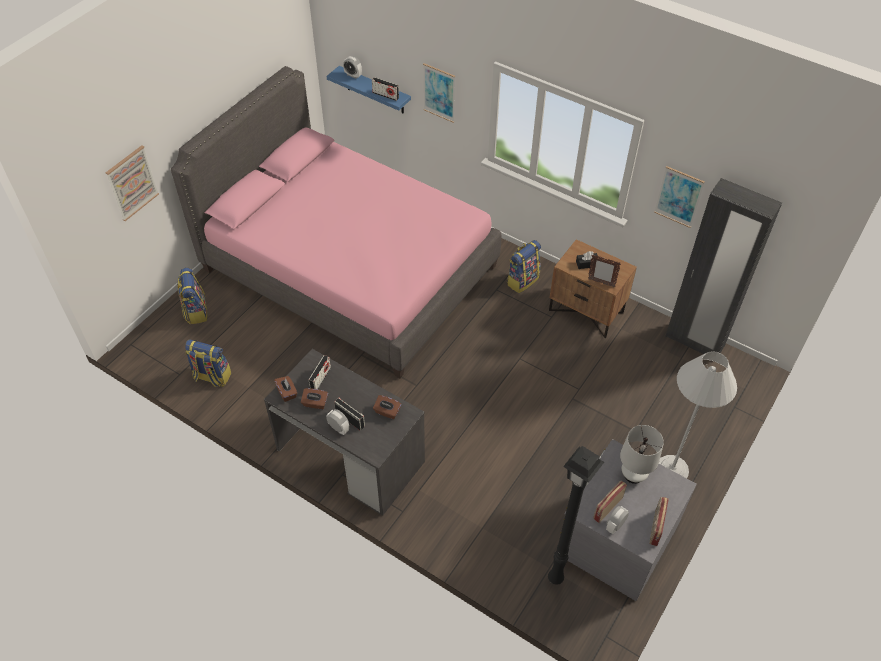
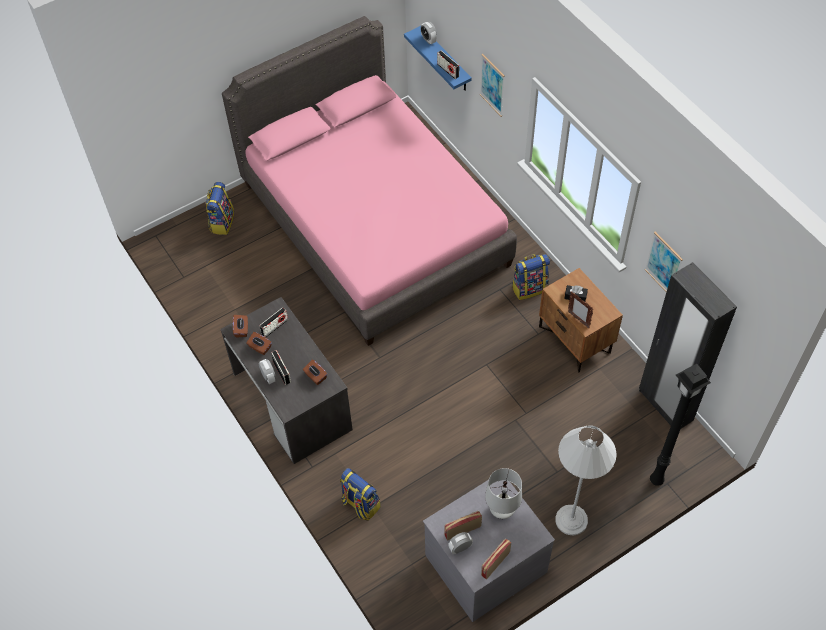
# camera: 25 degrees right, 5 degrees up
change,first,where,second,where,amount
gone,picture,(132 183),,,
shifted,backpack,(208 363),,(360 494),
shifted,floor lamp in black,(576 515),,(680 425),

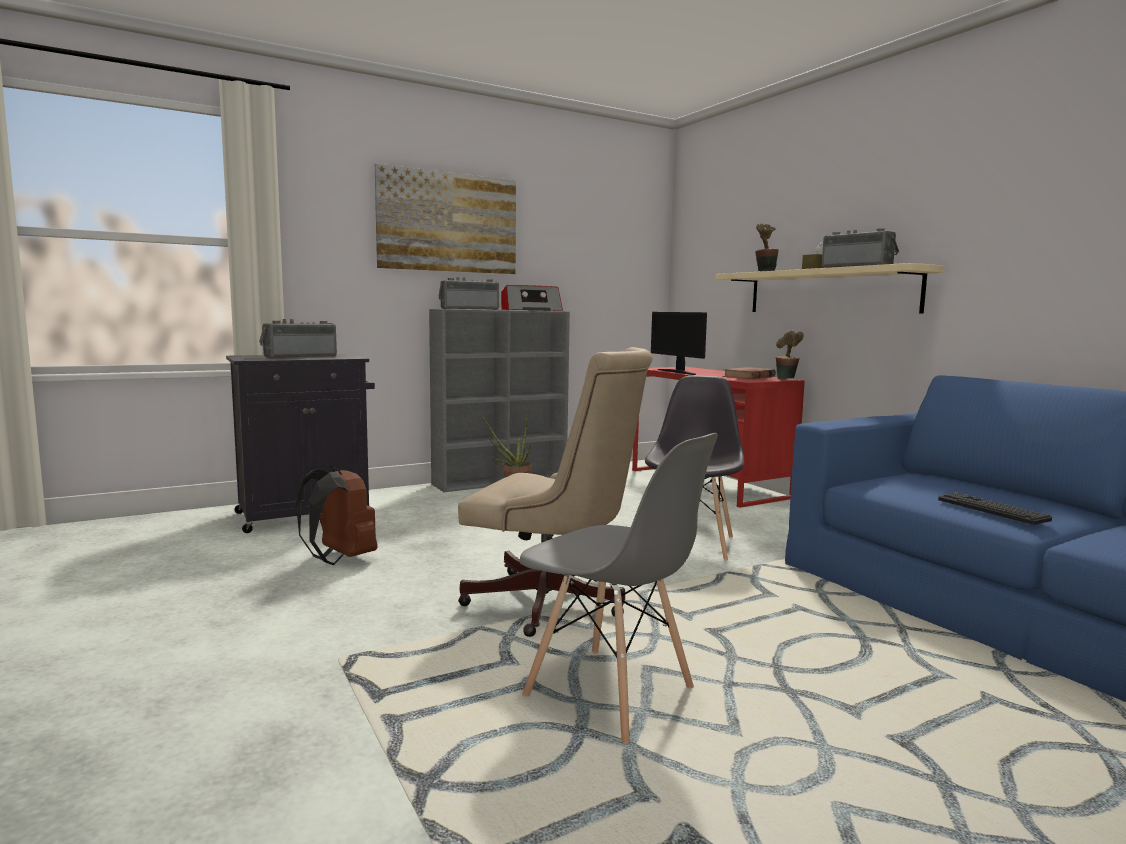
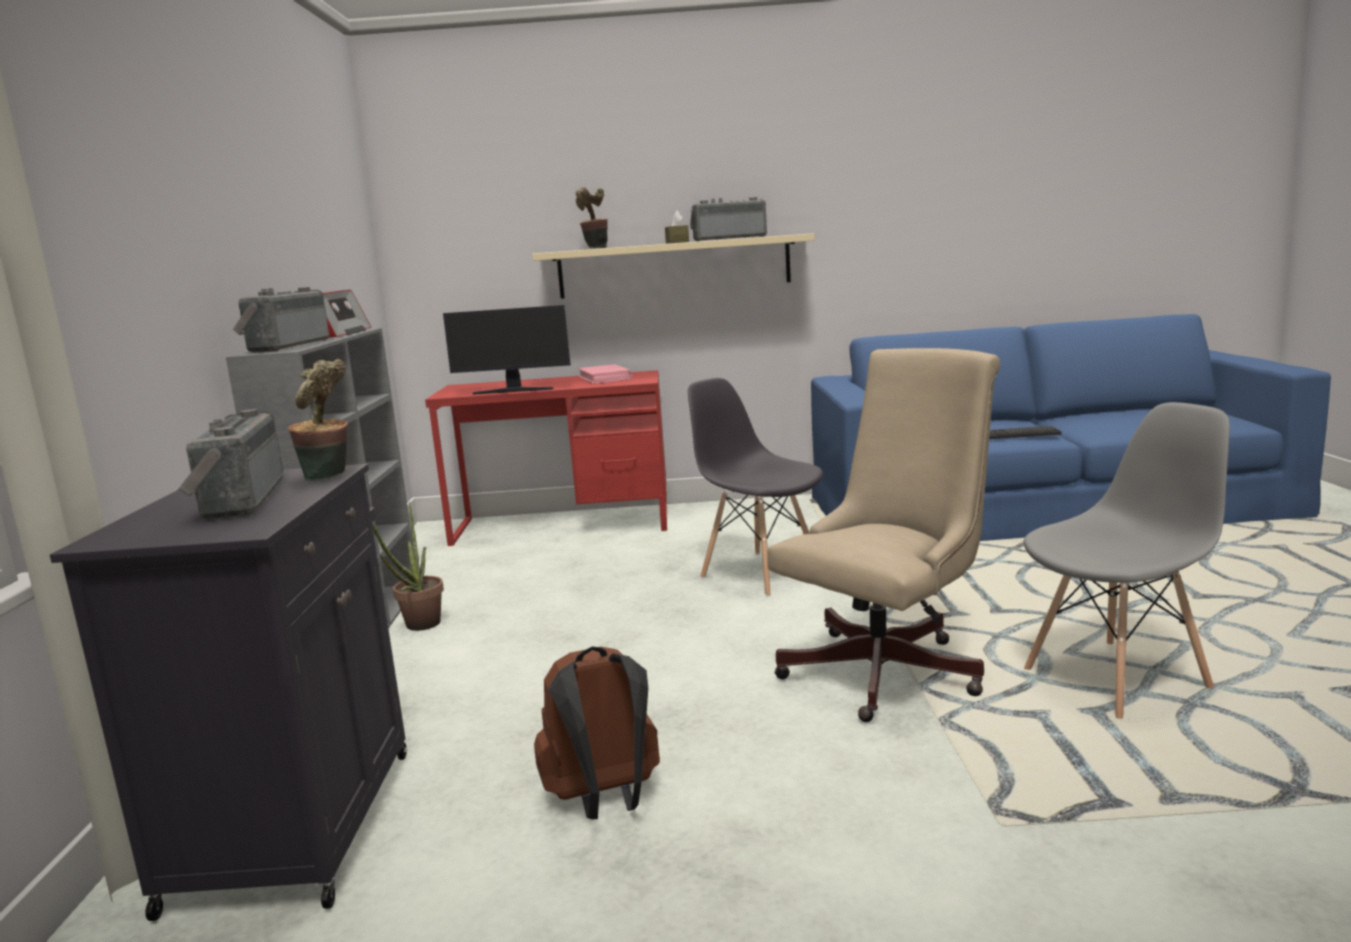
# camera: 60 degrees left, 5 degrees up
change,first,where,second,where,amount
gone,picture,(445 219),,,
shifted,potted plant,(790 355),,(318 420),
repainted,book in brown,(749 373),book in pink,(605 374),

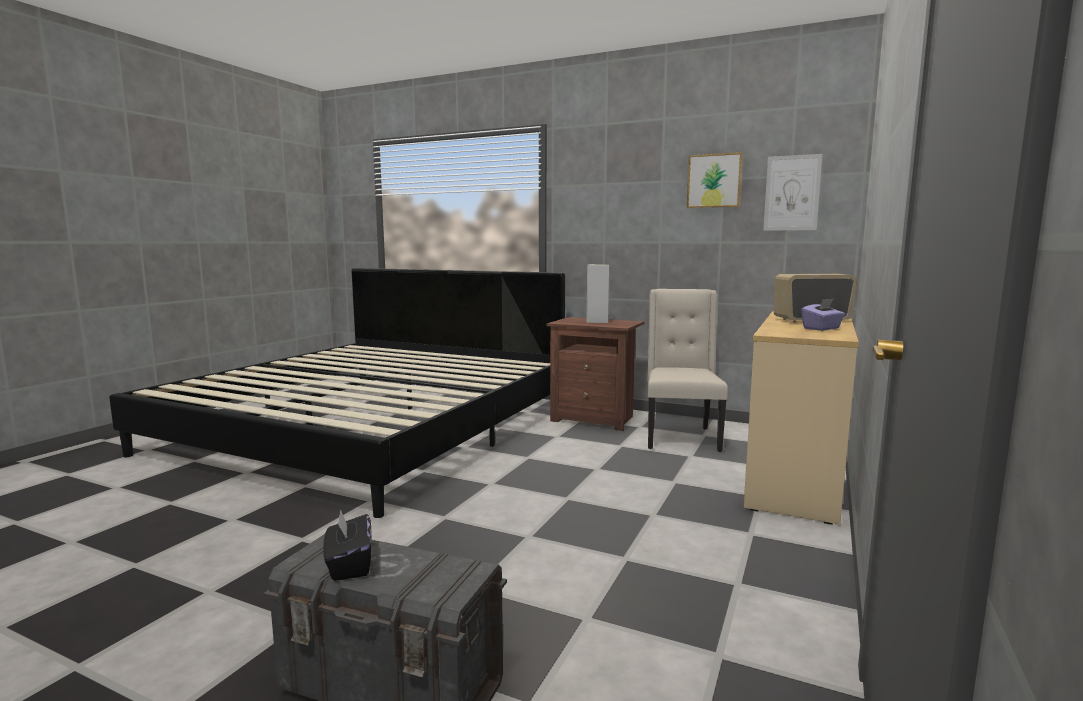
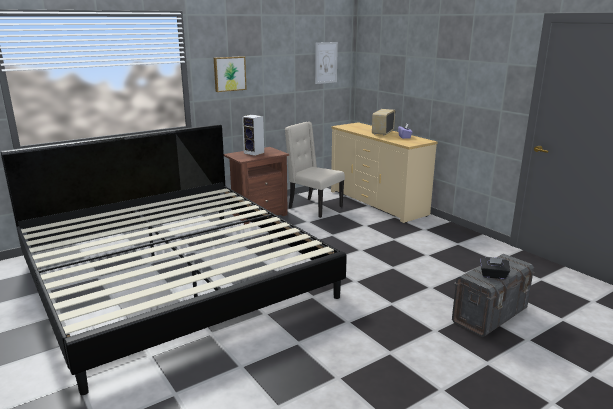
# camera: 60 degrees left, 10 degrees up
change,first,where,second,where,amount
shifted,picture,(715 180),,(230 74),

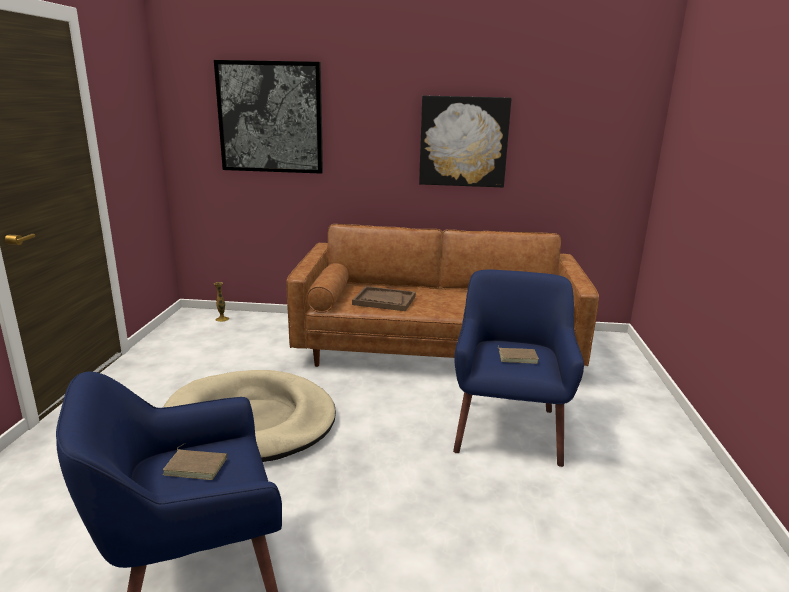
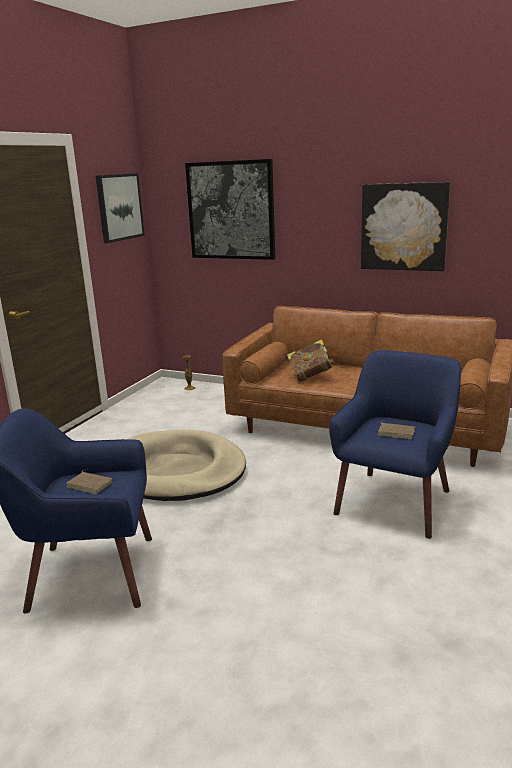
# camera: 20 degrees right, 0 degrees up
change,first,where,second,where,amount
swapped,tray in brown,(384 298),book,(311 360),
new,,,picture,(120 208),

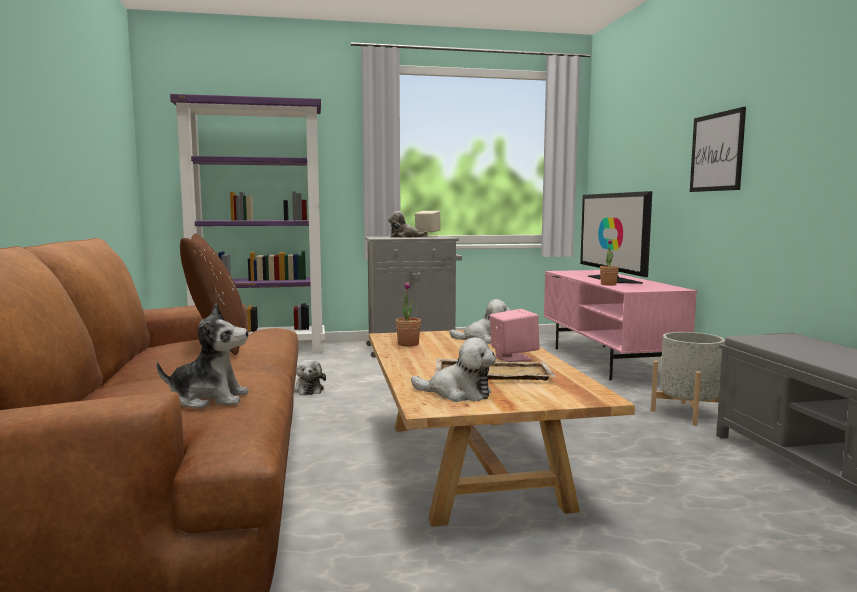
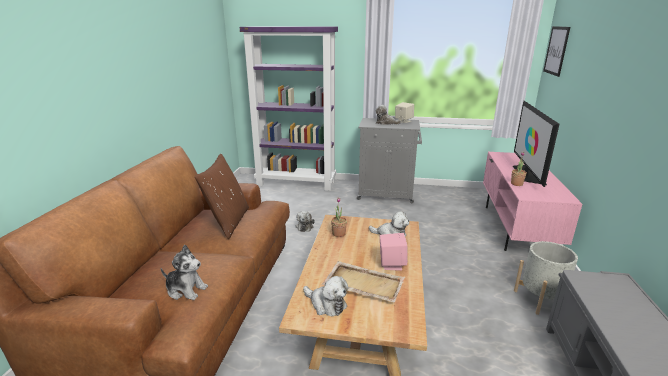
# camera: 20 degrees right, 15 degrees up
change,first,where,second,where,amount
shifted,picture,(718 149),,(556 51),

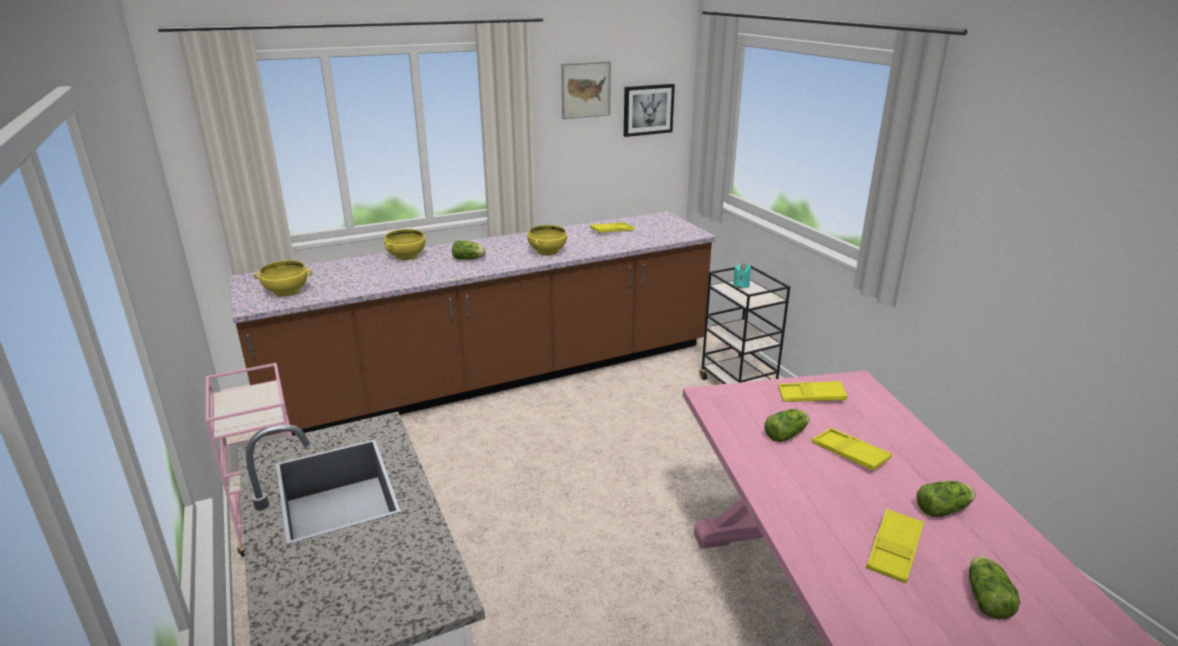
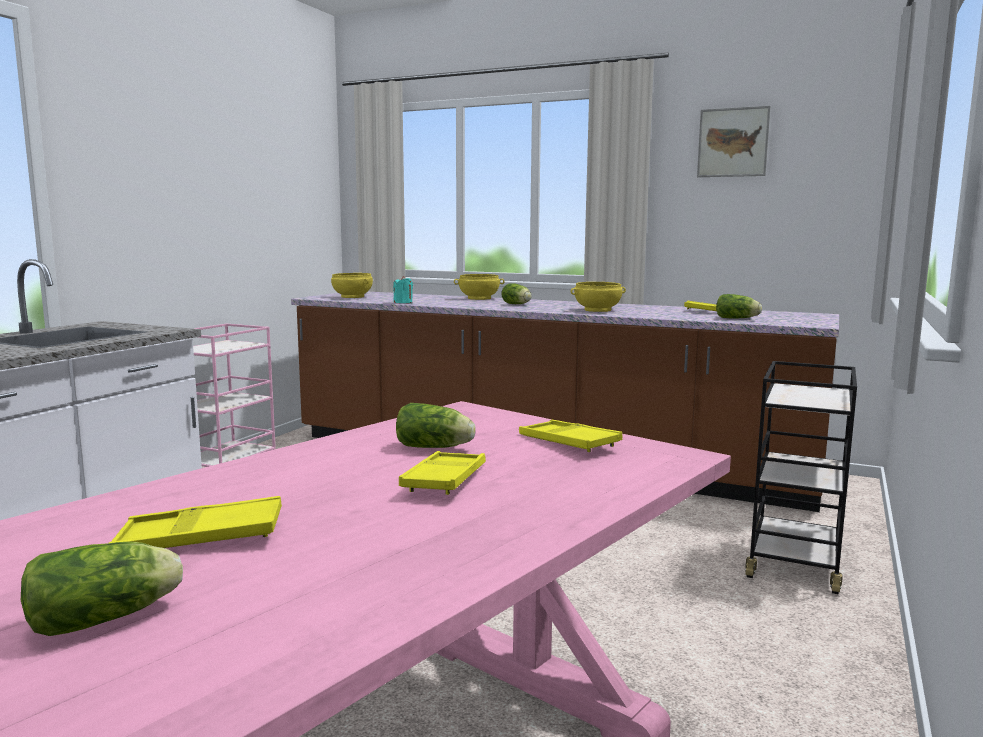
# camera: 50 degrees right, 15 degrees down
change,first,where,second,where,amount
gone,picture,(649 110),,,
shifted,candle in turquoise,(742 275),,(403 289),
shifted,lettuce,(946 499),,(739 306),

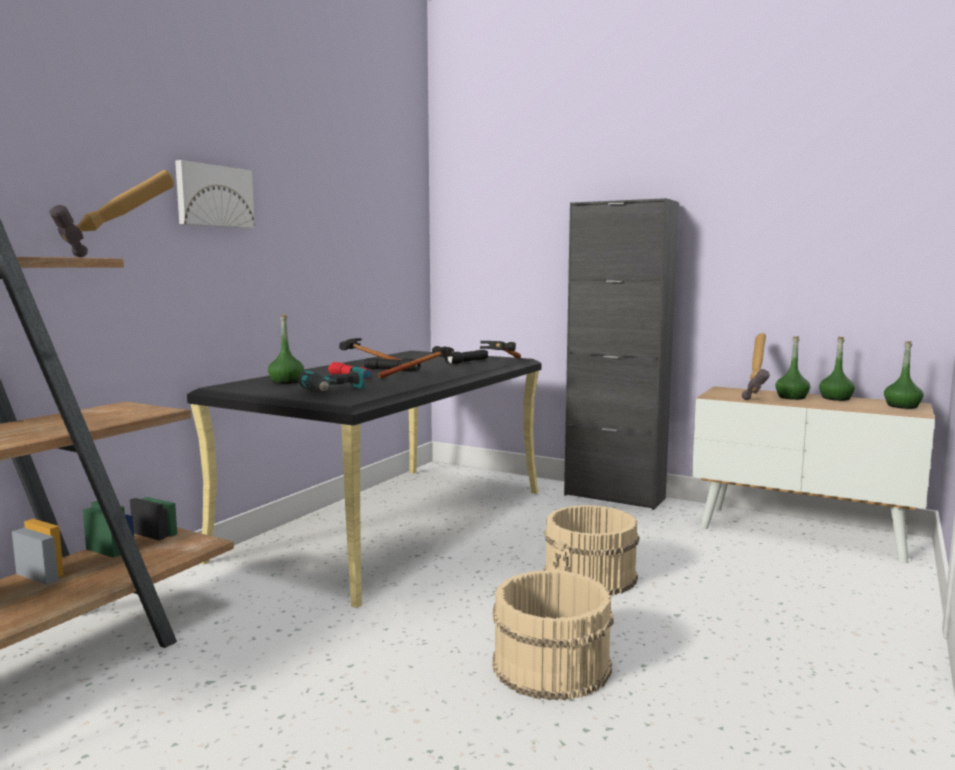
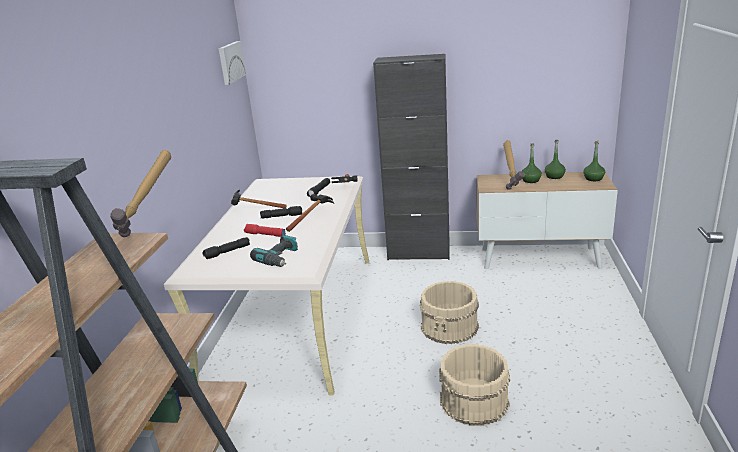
# camera: 20 degrees left, 15 degrees up
change,first,where,second,where,amount
shifted,picture,(215 194),,(232 63),
swapped,bottle in green,(286 349),flashlight in black,(226 248),
repainted,desk in black,(364 479),desk in beige,(266 286),

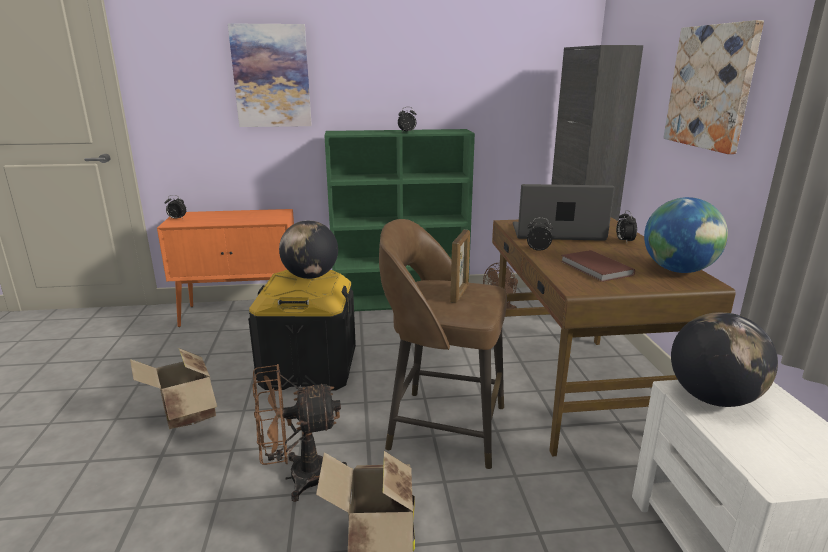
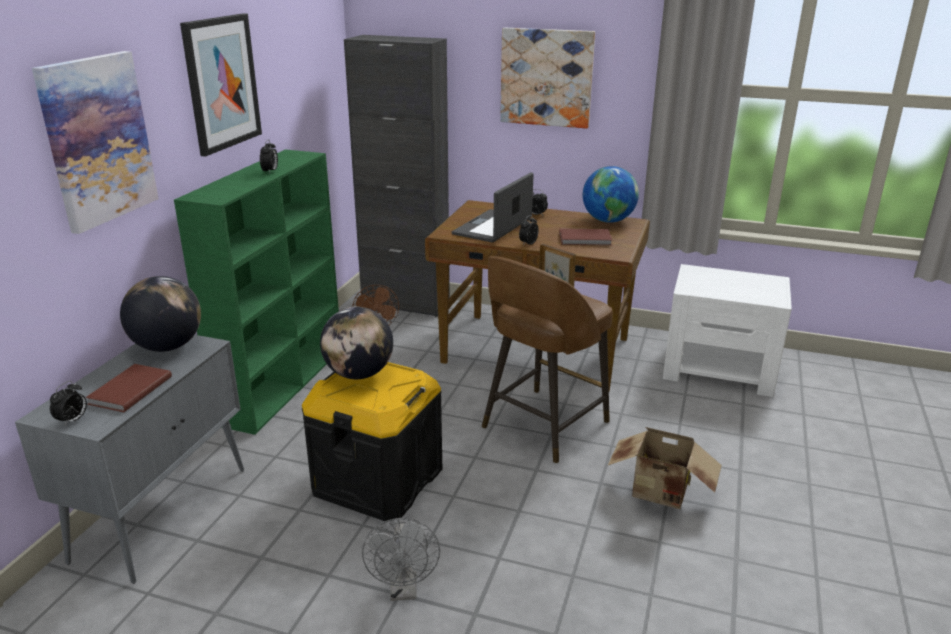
# camera: 65 degrees left, 5 degrees up
change,first,where,second,where,amount
repainted,cabinet in orange,(225 268),cabinet in grey,(129 459),
shifted,globe,(724 359),,(160 314),
swapped,cardboard box,(173 388),fan in grey,(401 559),
gone,fan in brown,(299 433),,,
new,,,picture,(221 85),
new,,,book in brown,(128 388),

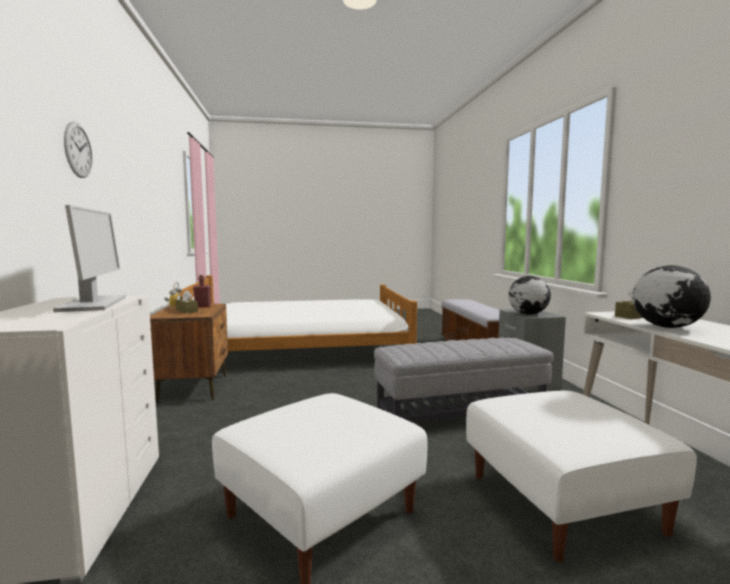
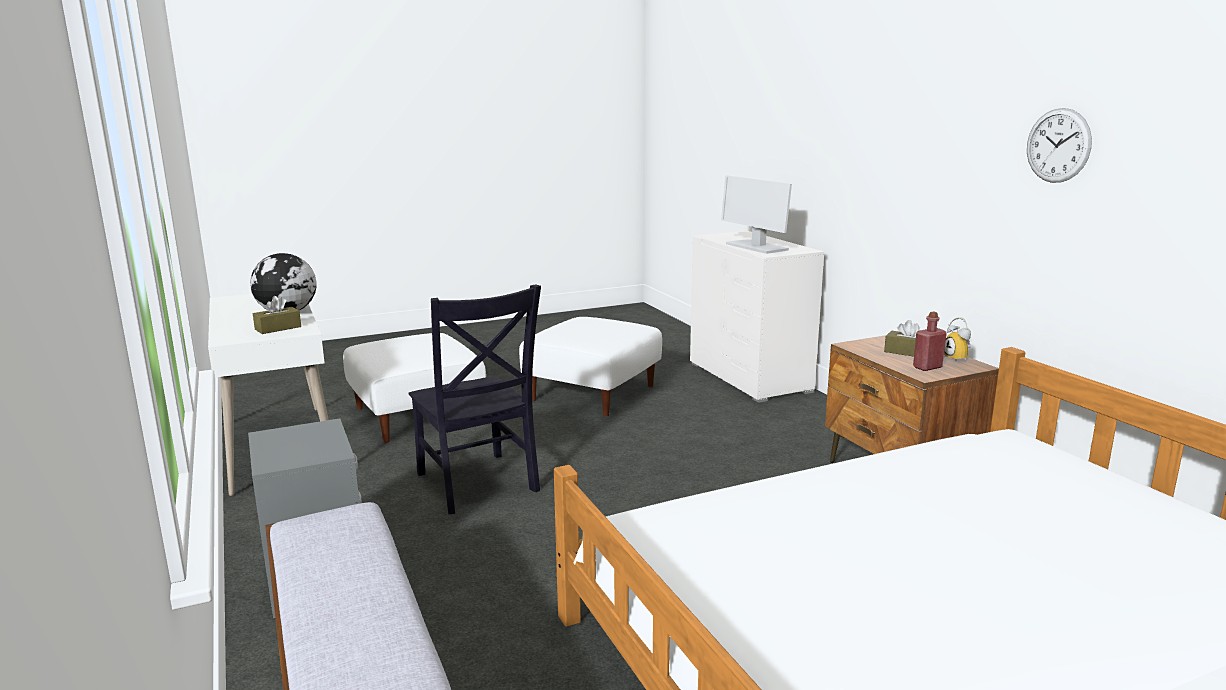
# camera: 165 degrees right, 10 degrees up
change,first,where,second,where,amount
shifted,wall clock,(78 149),,(1059 145),
gone,globe,(530 295),,,
swapped,ottoman in grey,(463 380),chair in black,(475 399),

